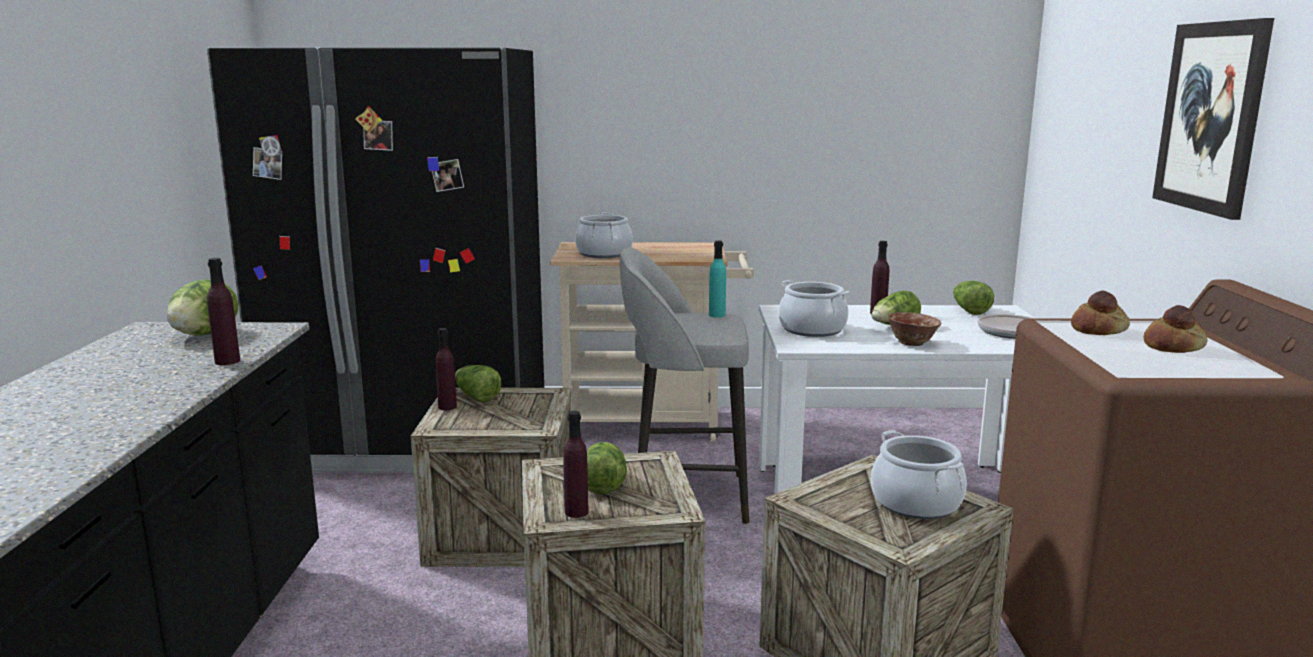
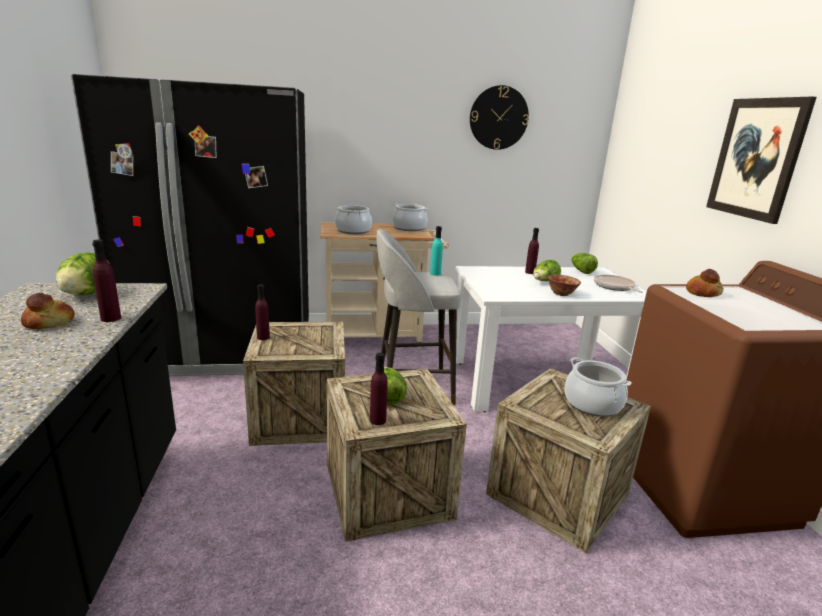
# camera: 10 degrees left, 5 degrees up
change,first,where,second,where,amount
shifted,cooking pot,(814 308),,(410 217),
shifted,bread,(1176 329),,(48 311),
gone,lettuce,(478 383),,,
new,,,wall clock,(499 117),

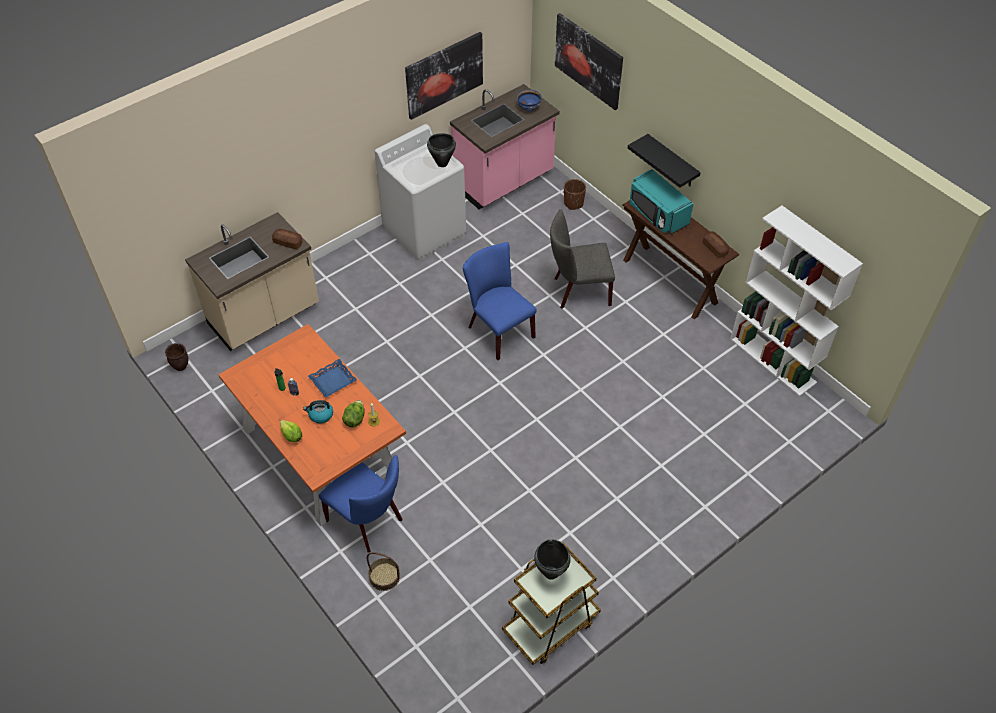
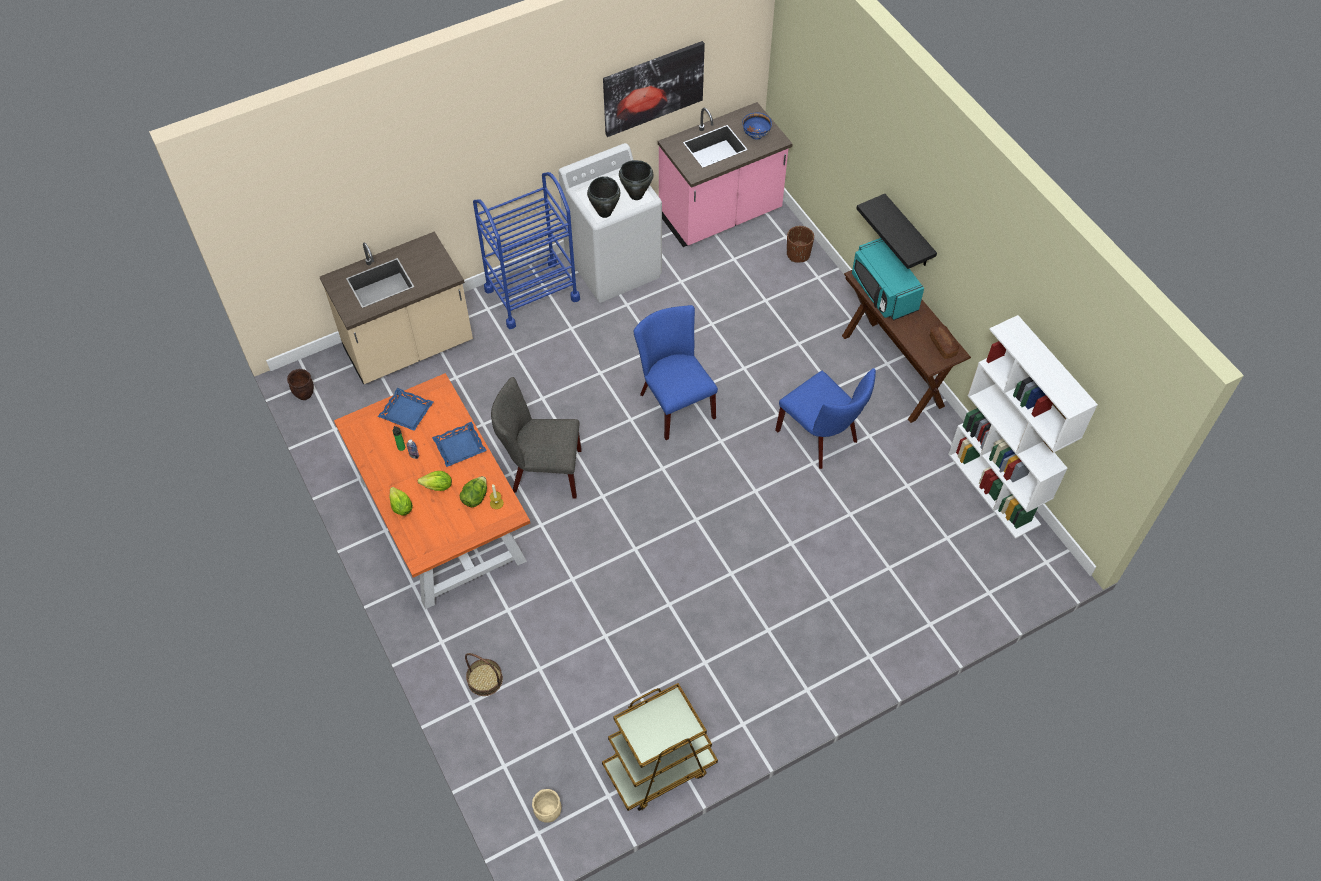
# camera: 10 degrees right, 5 degrees up
change,first,where,second,where,amount
gone,picture,(589 61),,,
shifted,chair in grey,(582 259),,(536 438),
gone,bread,(287 239),,,
swapped,kettle,(318 412),lettuce,(435 481),
shifted,chair in blue,(360 503),,(825 418),
shifted,cooking pot in black,(552 559),,(603 197),
new,,,cart in blue,(526 250),
new,,,tray in blue,(405 409),
new,,,planter in beige,(546 806),

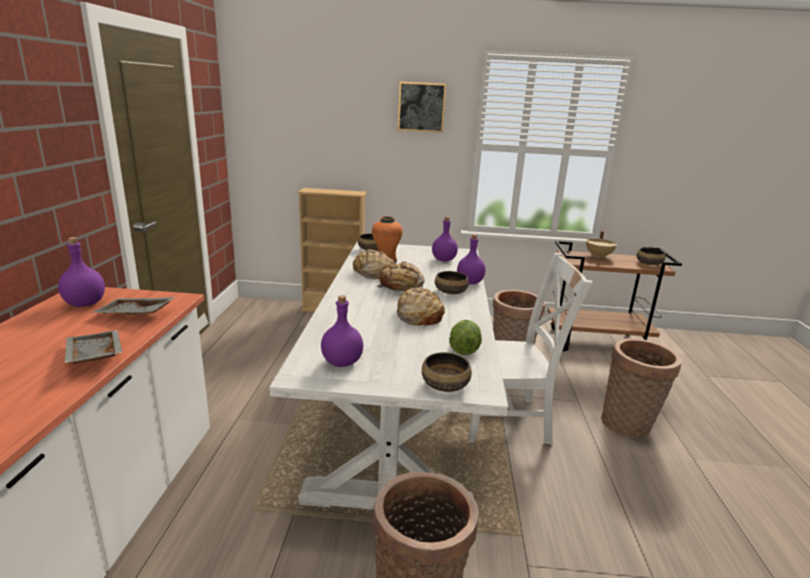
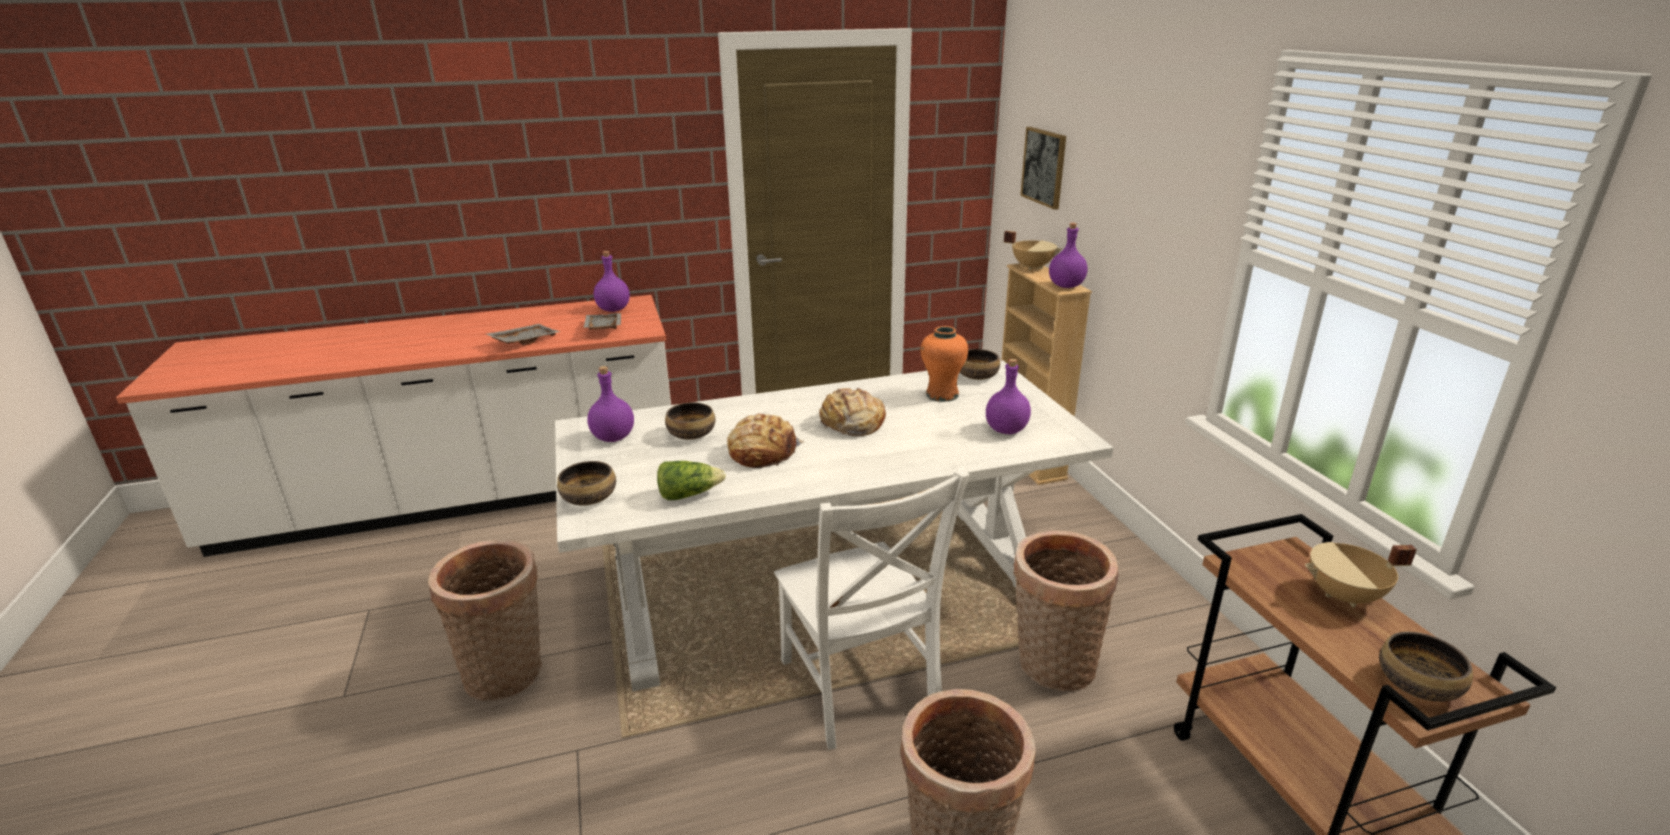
# camera: 70 degrees right, 5 degrees up
change,first,where,second,where,amount
shifted,picture,(422 107),,(1043 168),
shifted,bottle in purple,(471 259),,(1068 255),
gone,bread,(374 264),,,
shifted,bowl,(452 282),,(690 421),
new,,,cooking pot in beige,(1033 250),

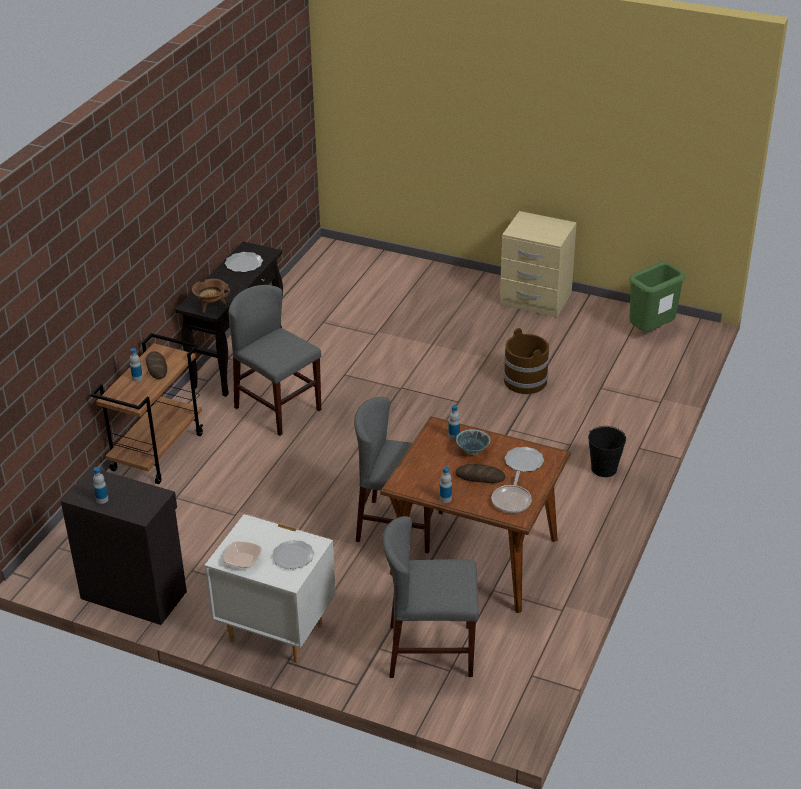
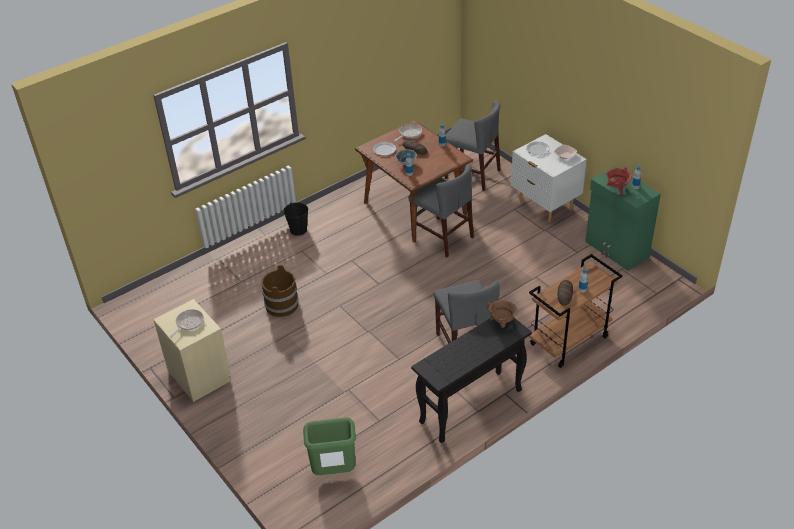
# camera: 150 degrees left, 5 degrees up
change,first,where,second,where,amount
gone,plate,(244 262),,,
shifted,trash can in green,(657 296),,(329 446),
repainted,cabinet in black,(124 546),cabinet in green,(623 218),
new,,,cooking pot in red,(619 181),
new,,,frying pan,(187 323),

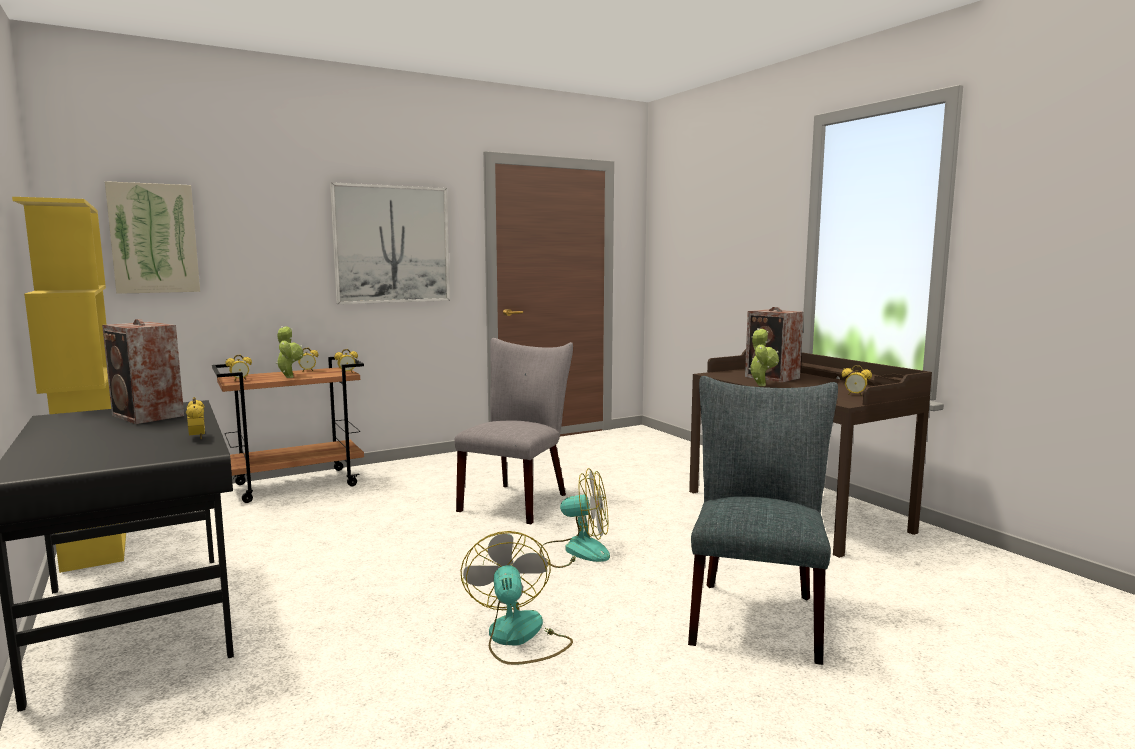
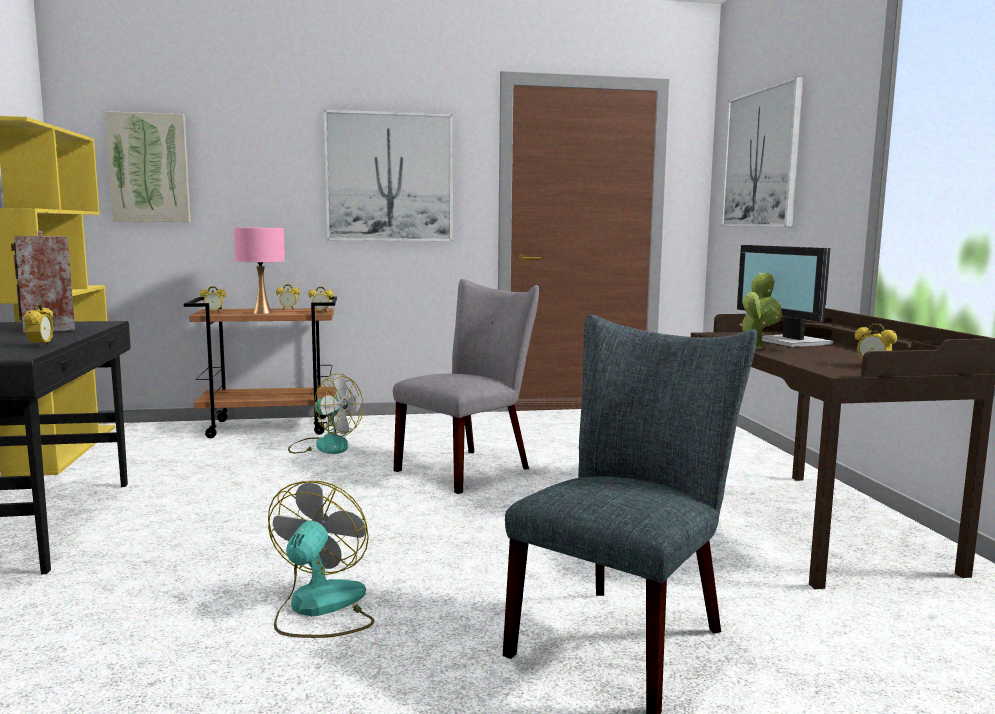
# camera: 20 degrees right, 0 degrees up
change,first,where,second,where,amount
swapped,speaker,(774 344),monitor,(785 296),
swapped,potted plant,(290 352),table lamp in pink,(259 270),
shifted,fan,(574 518),,(325 413),
new,,,picture,(762 151),

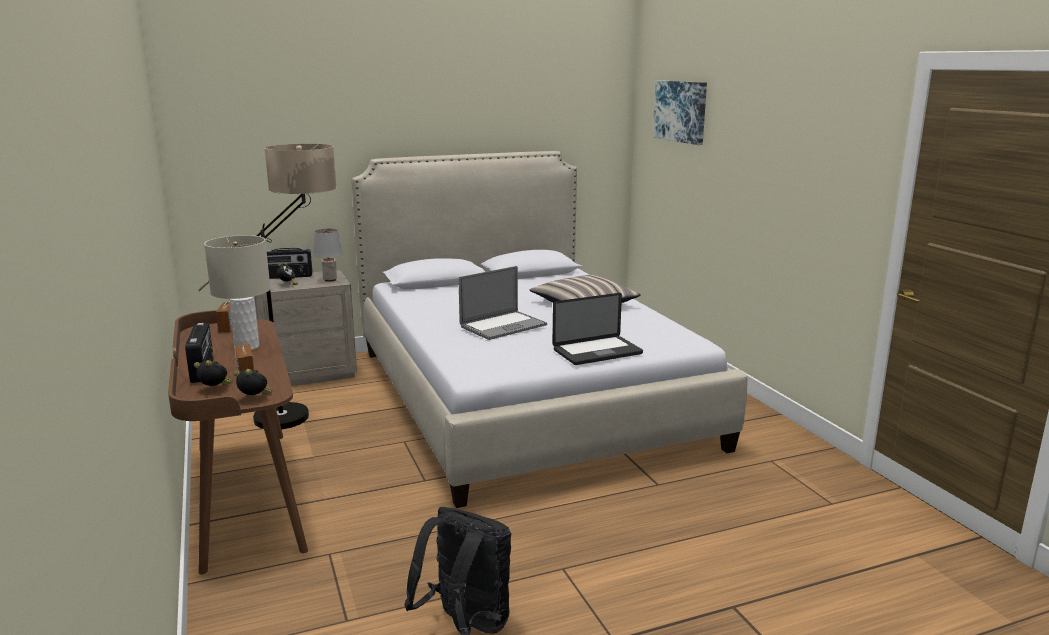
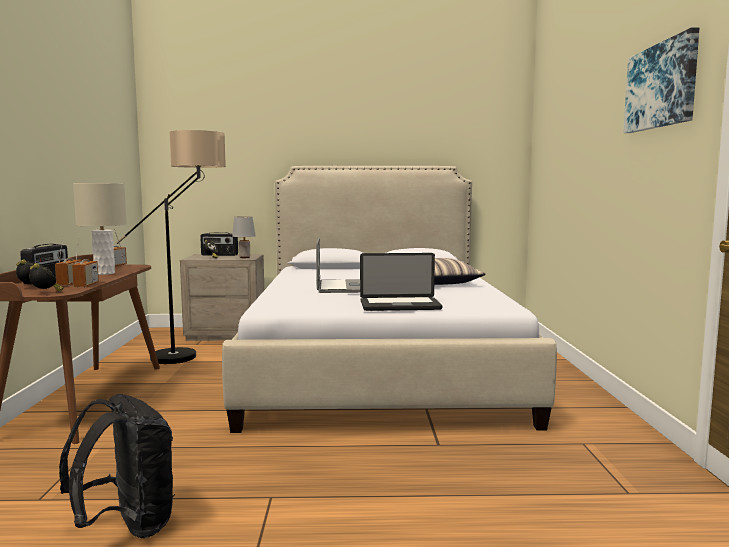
# camera: 20 degrees right, 10 degrees down
change,first,where,second,where,amount
shifted,picture,(680 112),,(661 80),
rotated,laptop,(502 303),,(338 265),75 degrees counterclockwise
new,,,radio,(85 262),

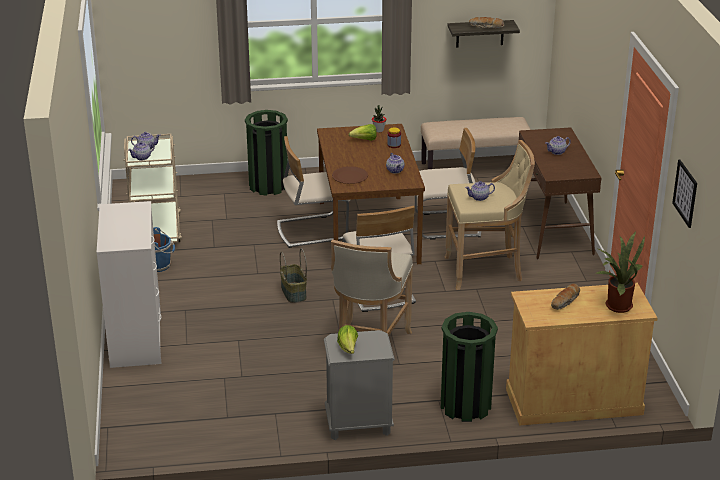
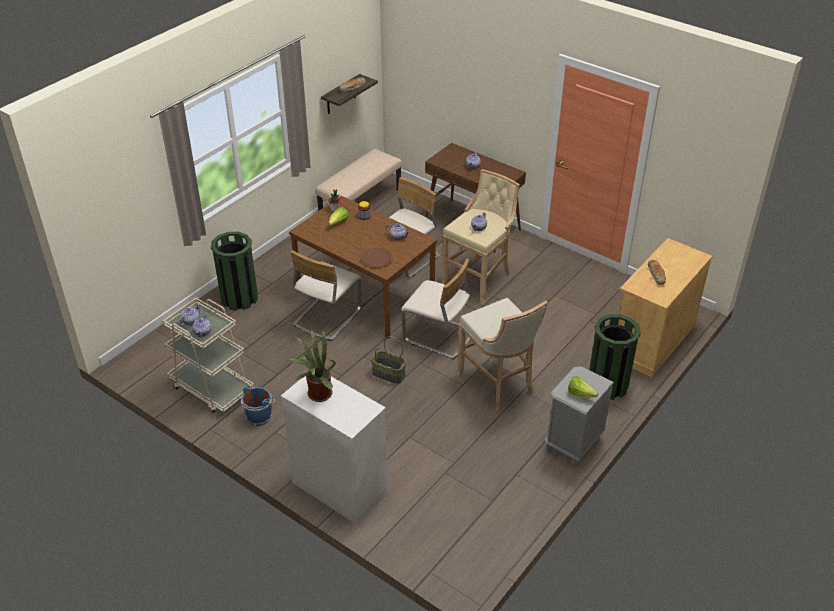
# camera: 45 degrees left, 10 degrees up
change,first,where,second,where,amount
gone,picture,(684 193),,,
shifted,potted plant,(620 272),,(312 365),

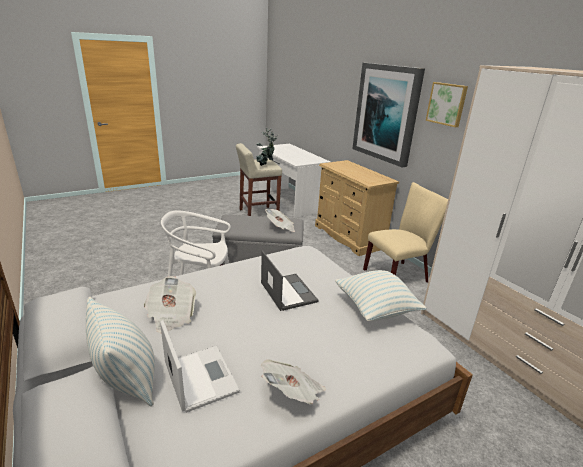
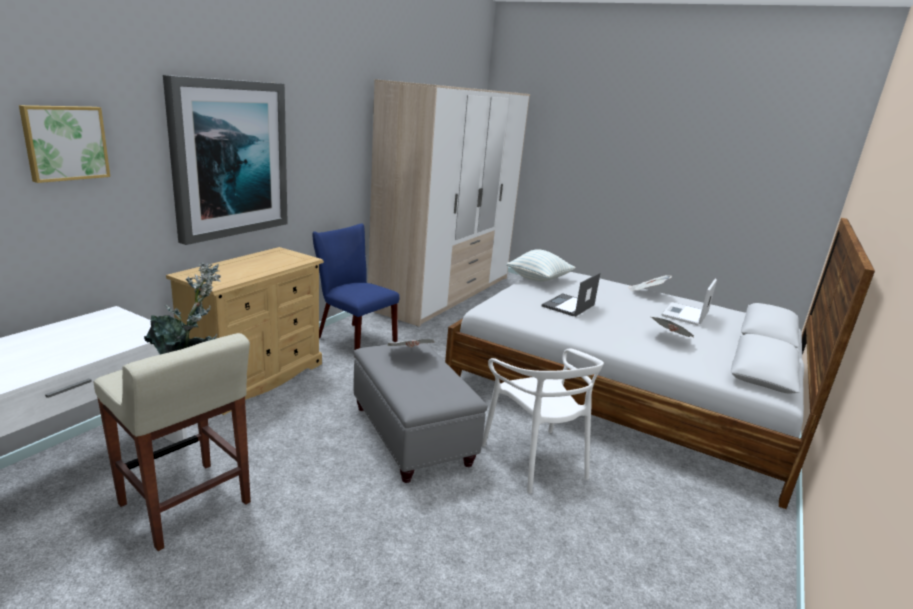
# camera: 120 degrees left, 5 degrees down
change,first,where,second,where,amount
shifted,picture,(447 104),,(64 144),
repainted,chair in beige,(405 232),chair in blue,(356 286),
gone,pillow,(120 352),,,

